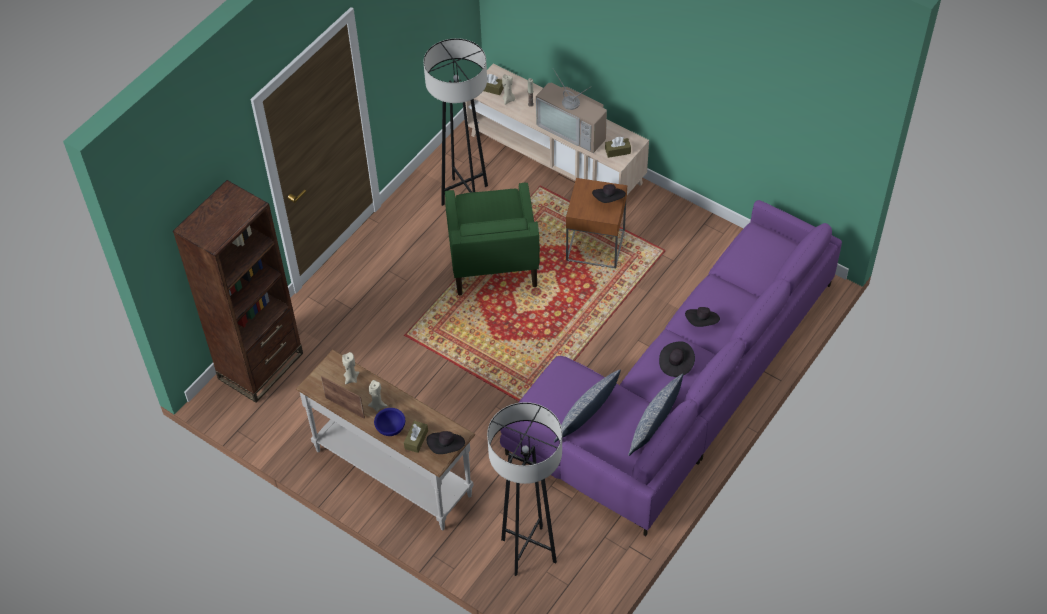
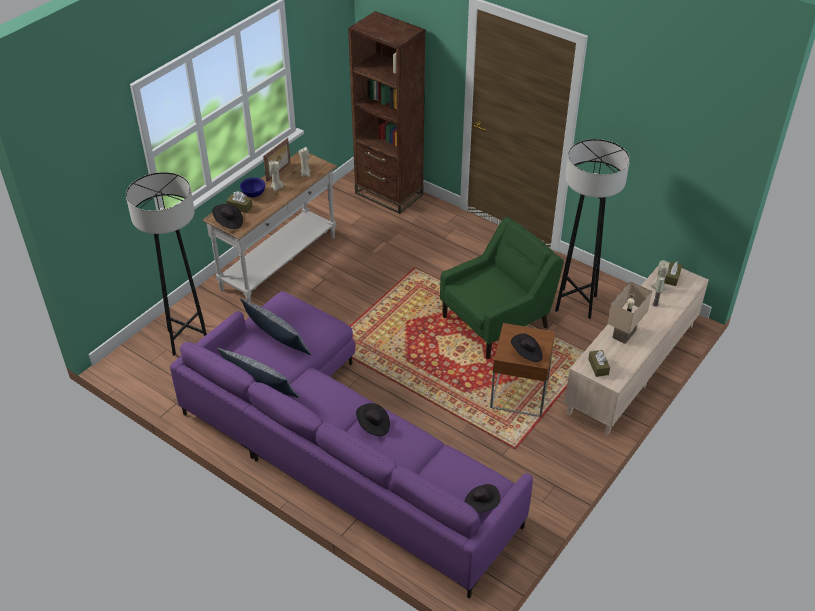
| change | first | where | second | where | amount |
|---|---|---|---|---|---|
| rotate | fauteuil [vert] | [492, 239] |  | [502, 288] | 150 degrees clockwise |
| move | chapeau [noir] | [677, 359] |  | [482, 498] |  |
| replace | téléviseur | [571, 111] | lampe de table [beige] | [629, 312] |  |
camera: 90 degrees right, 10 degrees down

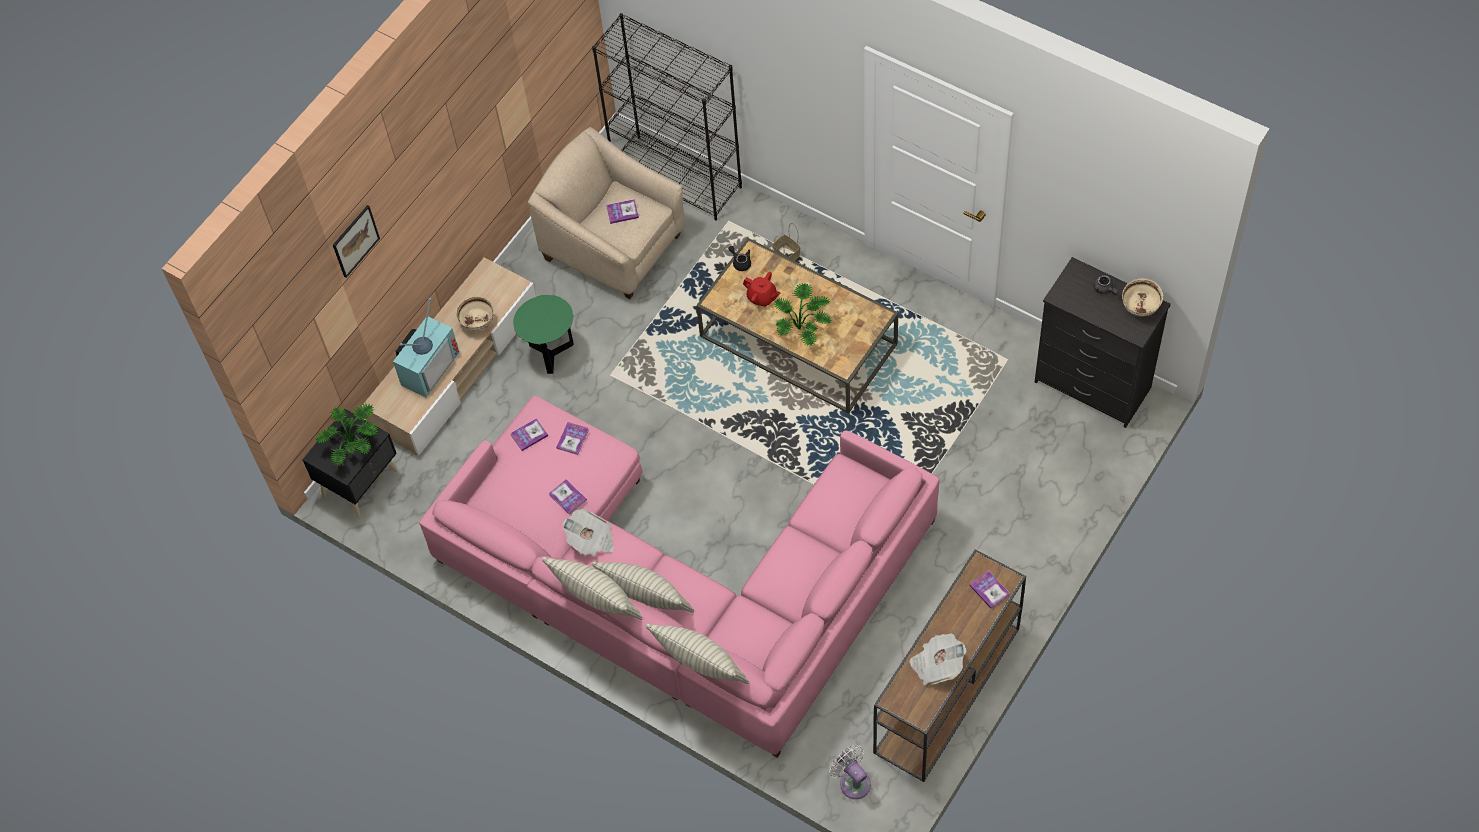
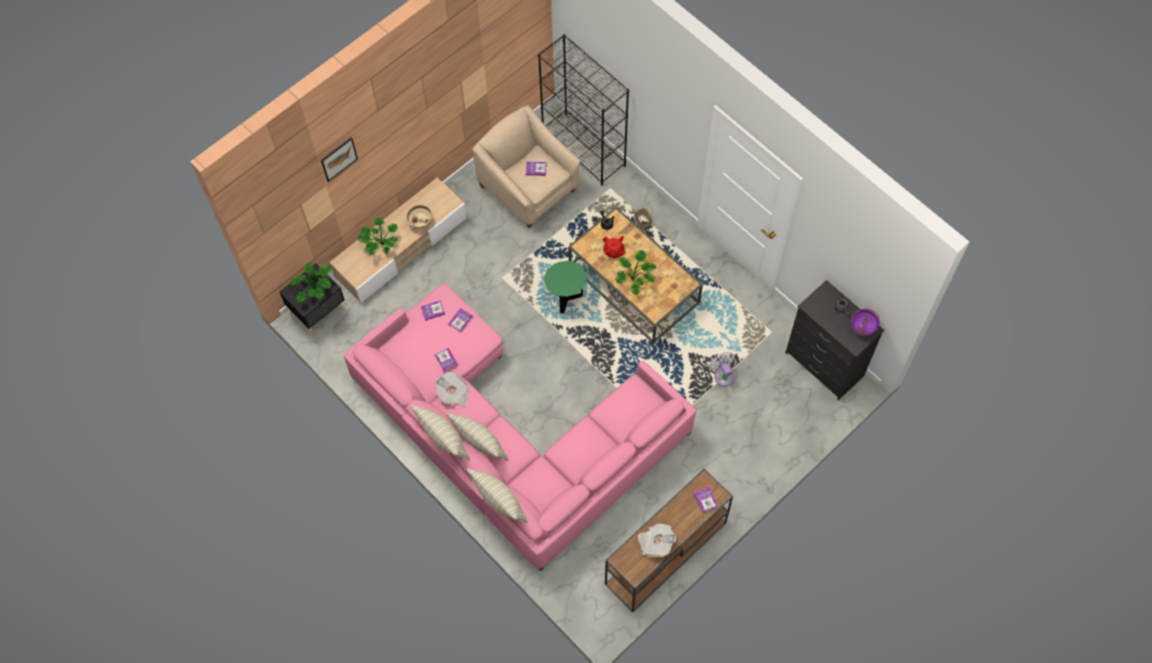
| change | first | where | second | where | amount |
|---|---|---|---|---|---|
| replace | téléviseur | [426, 347] | plante en pot | [377, 236] |  |
| move | table d'appoint [vert] | [543, 334] |  | [565, 287] |  |
| move | ventilateur [blanc] | [850, 772] |  | [721, 369] |  |
| recolor | bol [beige] | [1142, 297] | bol [violet] | [865, 322] |  |
camera: 10 degrees right, 5 degrees up

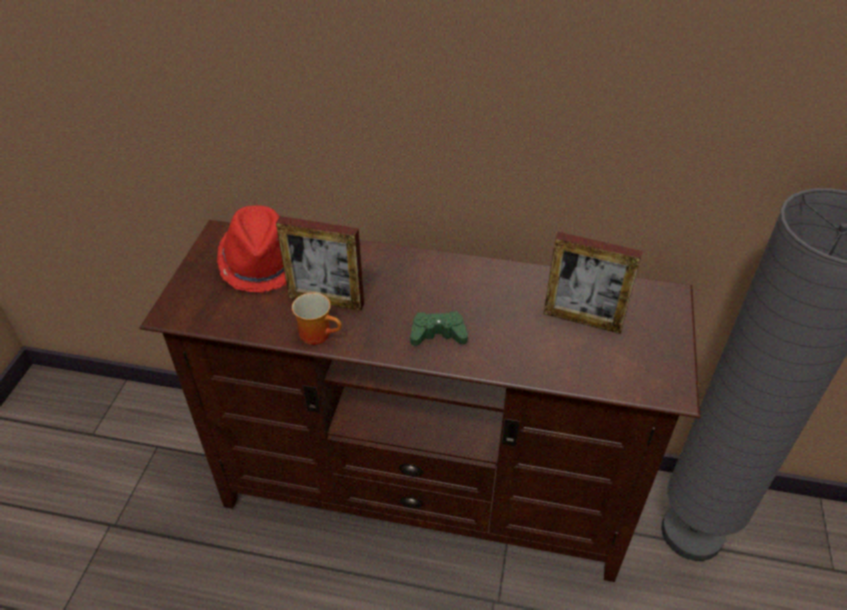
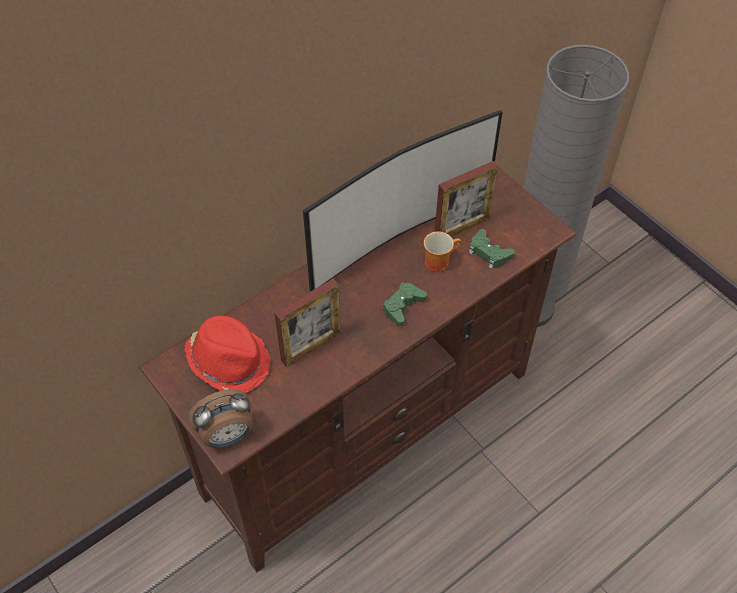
| change | first | where | second | where | amount |
|---|---|---|---|---|---|
| insert |  |  | réveil | [221, 418] |  |
| insert |  |  | téléviseur | [402, 200] |  |
| move | mug | [317, 319] |  | [442, 252] |  |
| insert |  |  | manette [vert] | [492, 249] |  |
camera: 50 degrees left, 10 degrees up

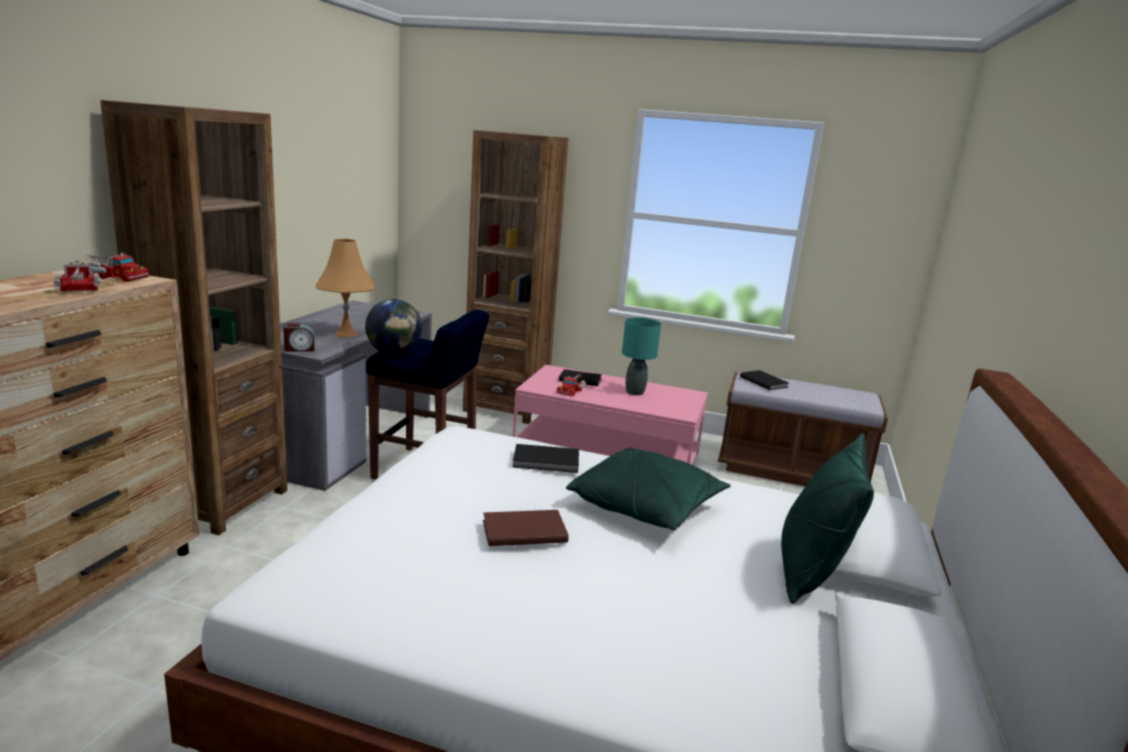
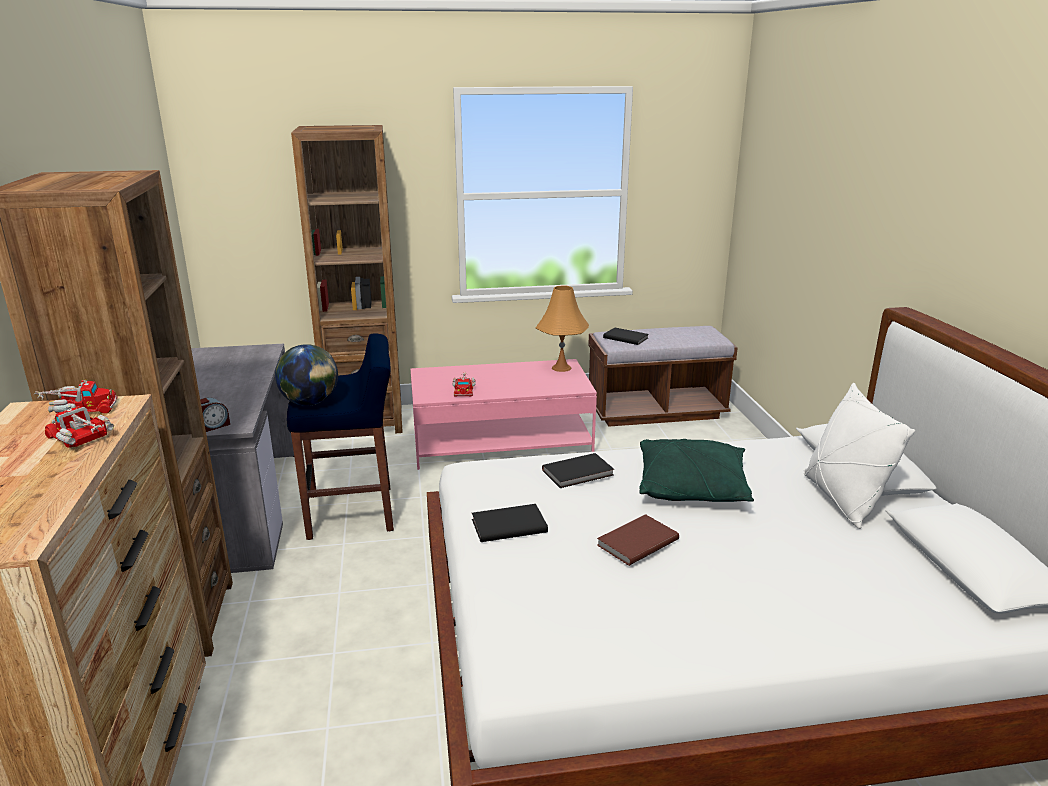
| change | first | where | second | where | amount |
|---|---|---|---|---|---|
| move | livre [noir] | [580, 377] |  | [510, 523] |  |
| move | lampe de table [orange] | [345, 288] |  | [562, 329] |  |
| recolor | coussin [vert] | [827, 518] | coussin [blanc] | [859, 456] |  |
| delete | lampe de table [turquoise] | [641, 356] |  |  |  |
camera: 25 degrees left, 5 degrees up

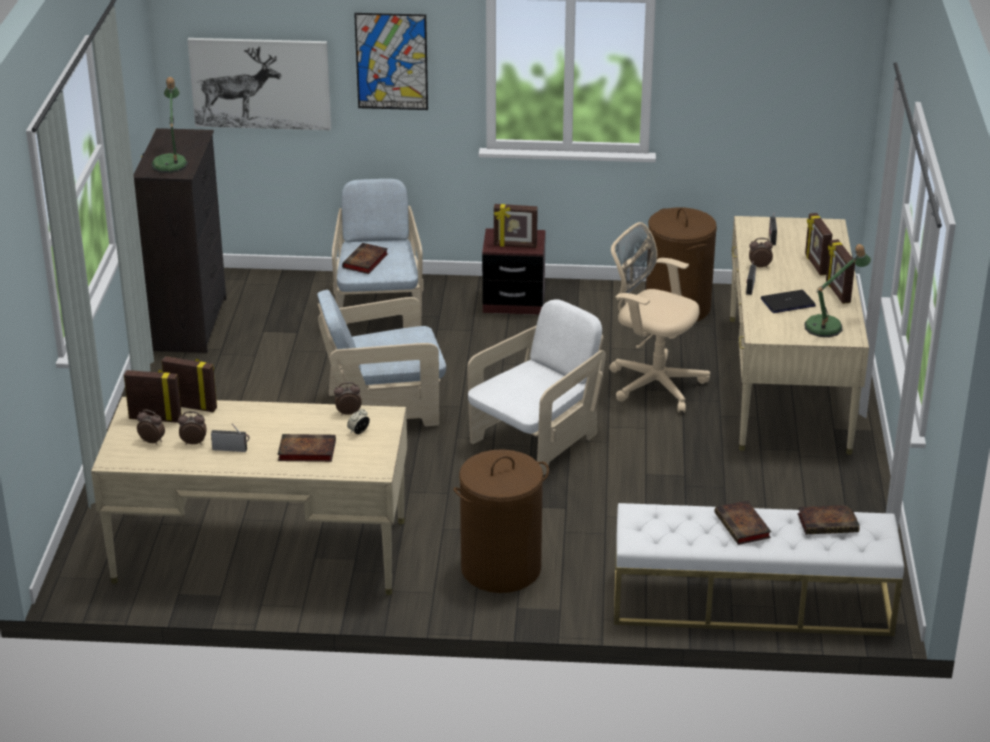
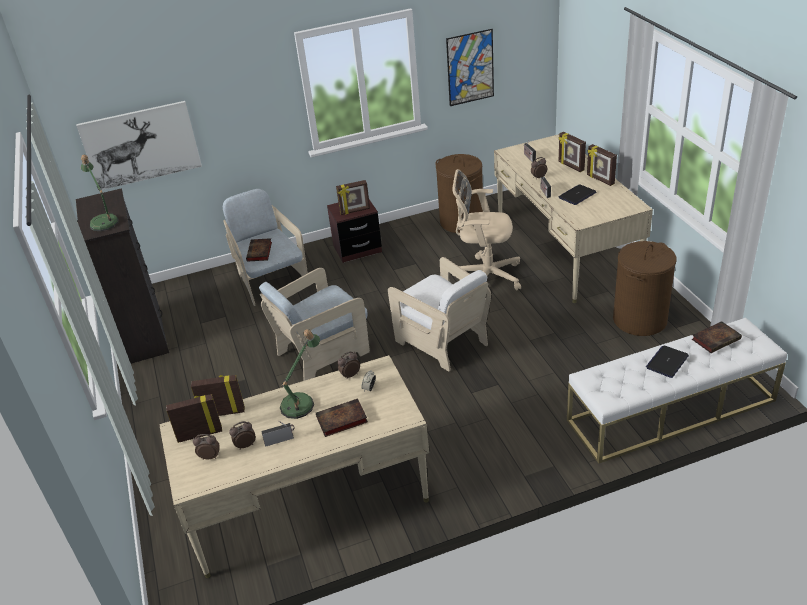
| change | first | where | second | where | amount |
|---|---|---|---|---|---|
| move | lampe de table | [837, 290] |  | [300, 374] |  |
| rotate | fauteuil [blanc] | [536, 387] |  | [439, 314] | 120 degrees clockwise |
| move | tableau | [391, 61] |  | [470, 67] |  |
| move | panier à linge [marron] | [501, 521] |  | [645, 288] |  |
| replace | livre | [742, 522] | ordinateur portable | [667, 361] |  |
camera: 20 degrees left, 5 degrees up

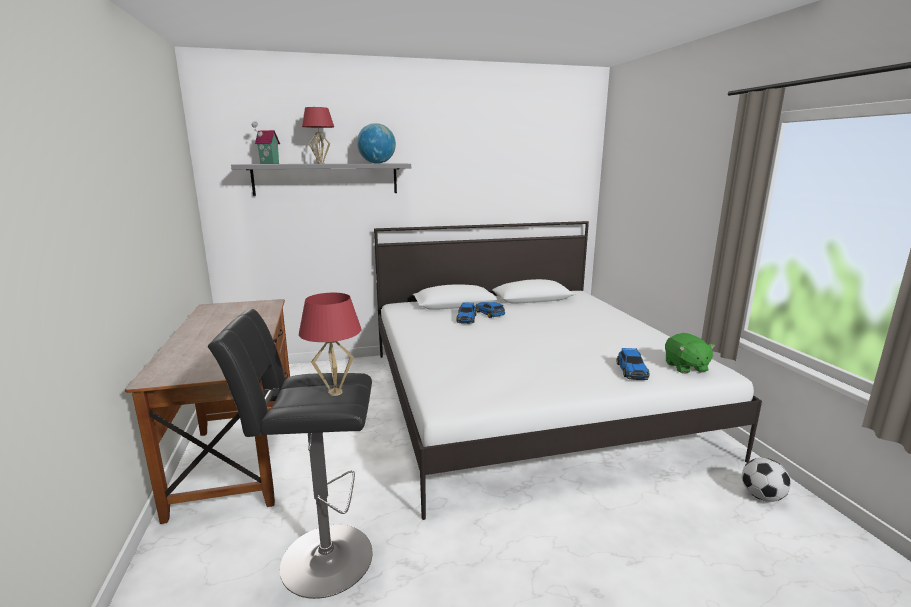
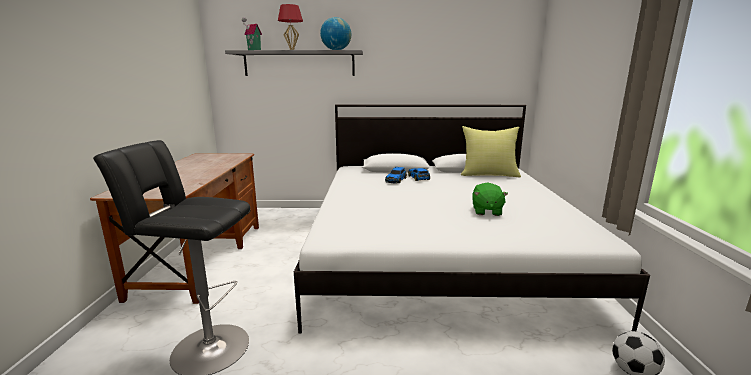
| change | first | where | second | where | amount |
|---|---|---|---|---|---|
| insert |  |  | coussin [jaune] | [491, 151] |  |
| move | peluche [vert] | [690, 353] |  | [490, 199] |  |
| delete | lampe de table [rouge] | [330, 344] |  |  |  |
| delete | petite voiture | [633, 364] |  |  |  |
camera: 15 degrees right, 0 degrees up

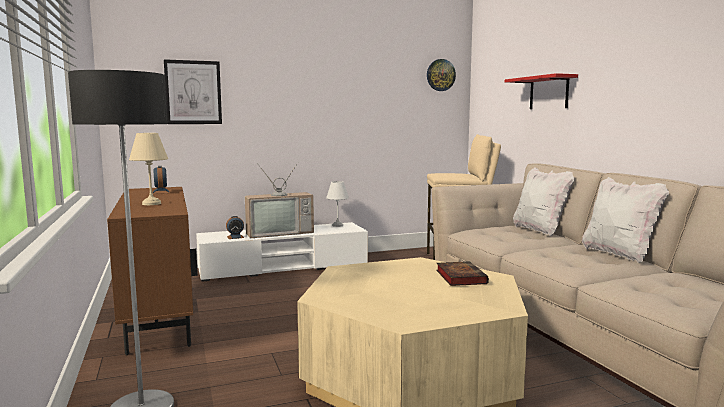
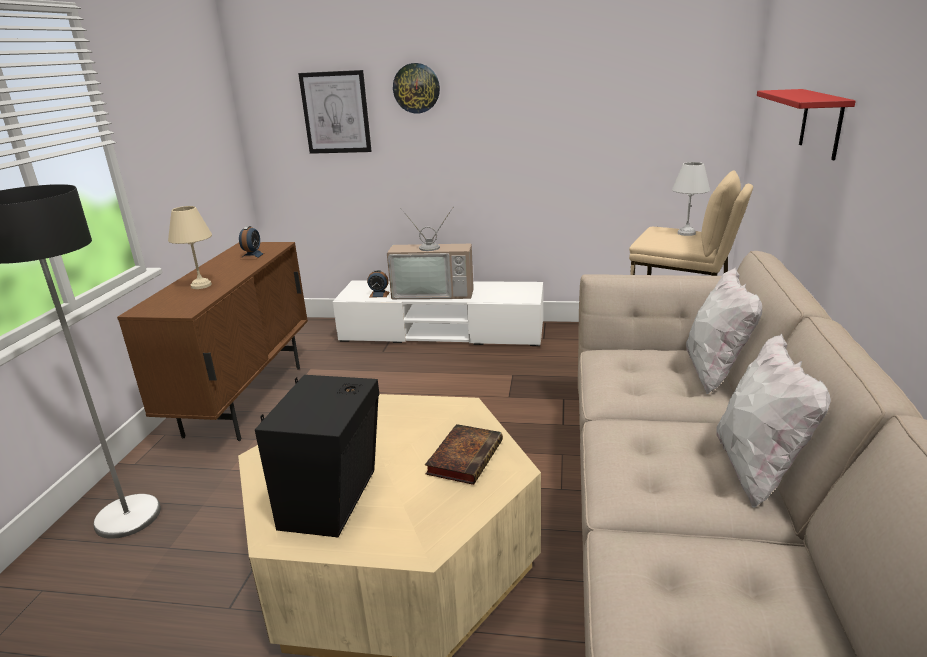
| change | first | where | second | where | amount |
|---|---|---|---|---|---|
| insert |  |  | enceinte [noir] | [317, 456] |  |
| move | horloge murale | [441, 75] |  | [416, 88] |  |
| move | lampe de table [blanc] | [337, 204] |  | [691, 199] |  |
camera: 30 degrees right, 15 degrees up

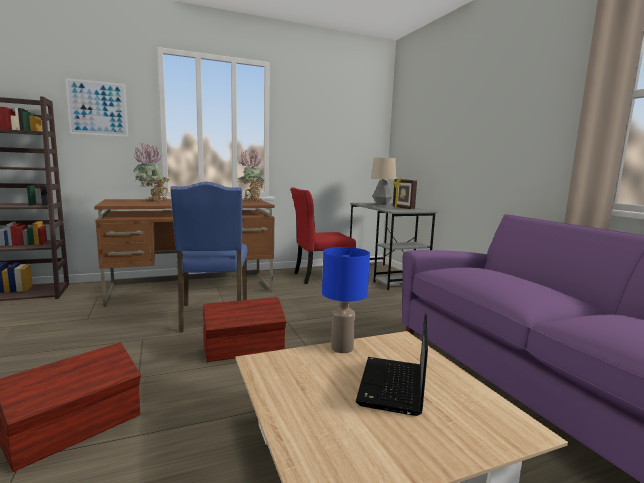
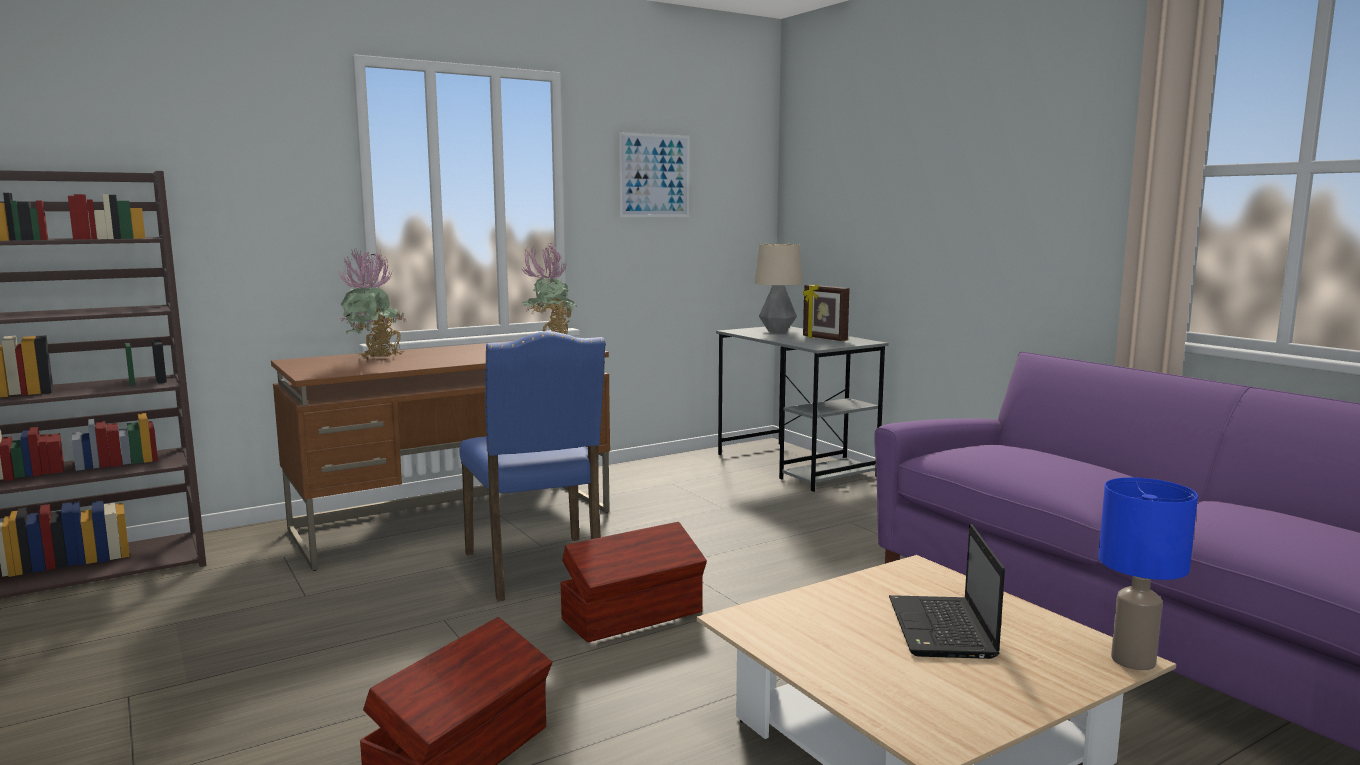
| change | first | where | second | where | amount |
|---|---|---|---|---|---|
| move | tableau | [96, 107] |  | [654, 174] |  |
| move | lampe de table [bleu] | [346, 300] |  | [1148, 573] |  |
| delete | chaise [rouge] | [323, 235] |  |  |  |
camera: 10 degrees left, 0 degrees up

